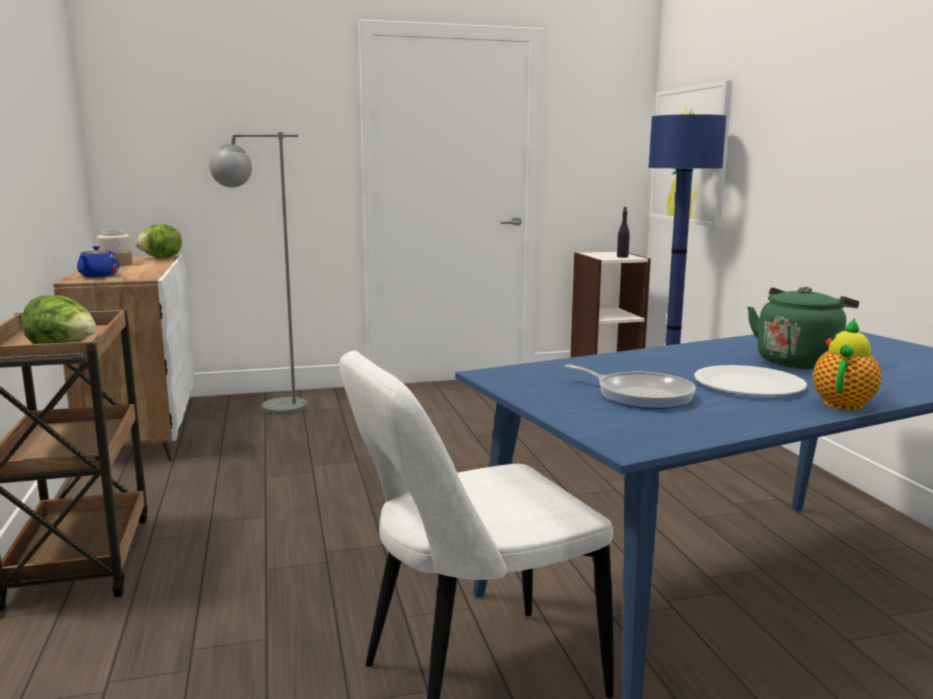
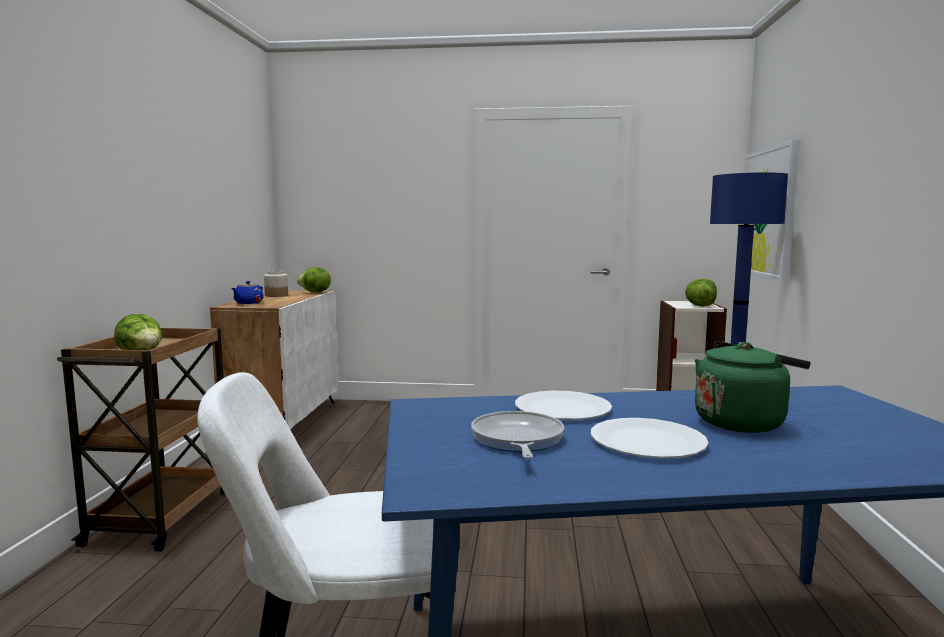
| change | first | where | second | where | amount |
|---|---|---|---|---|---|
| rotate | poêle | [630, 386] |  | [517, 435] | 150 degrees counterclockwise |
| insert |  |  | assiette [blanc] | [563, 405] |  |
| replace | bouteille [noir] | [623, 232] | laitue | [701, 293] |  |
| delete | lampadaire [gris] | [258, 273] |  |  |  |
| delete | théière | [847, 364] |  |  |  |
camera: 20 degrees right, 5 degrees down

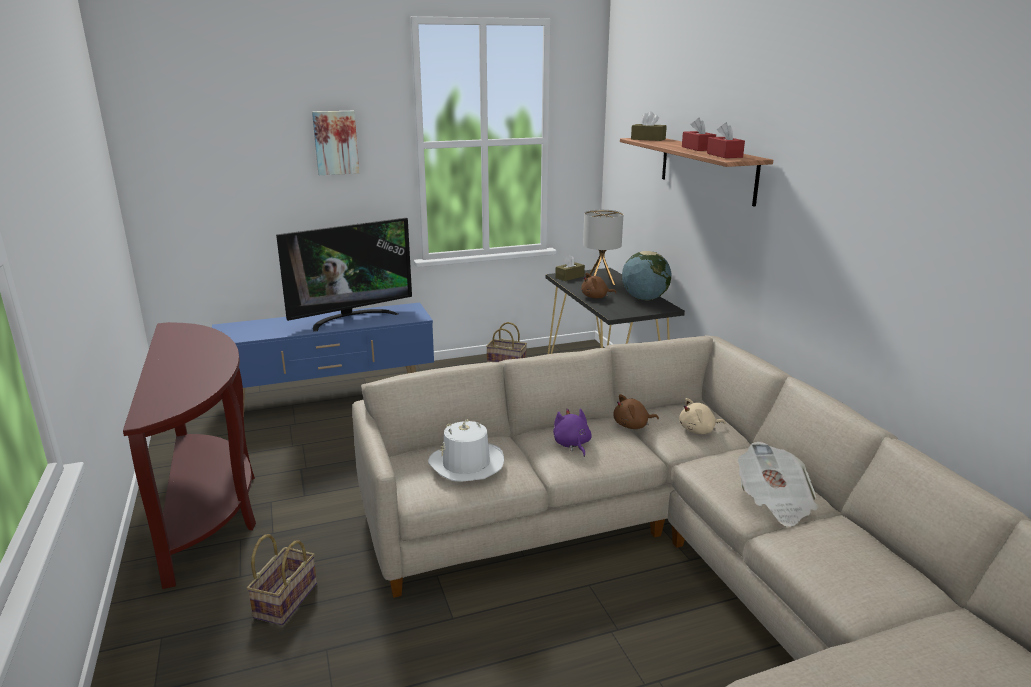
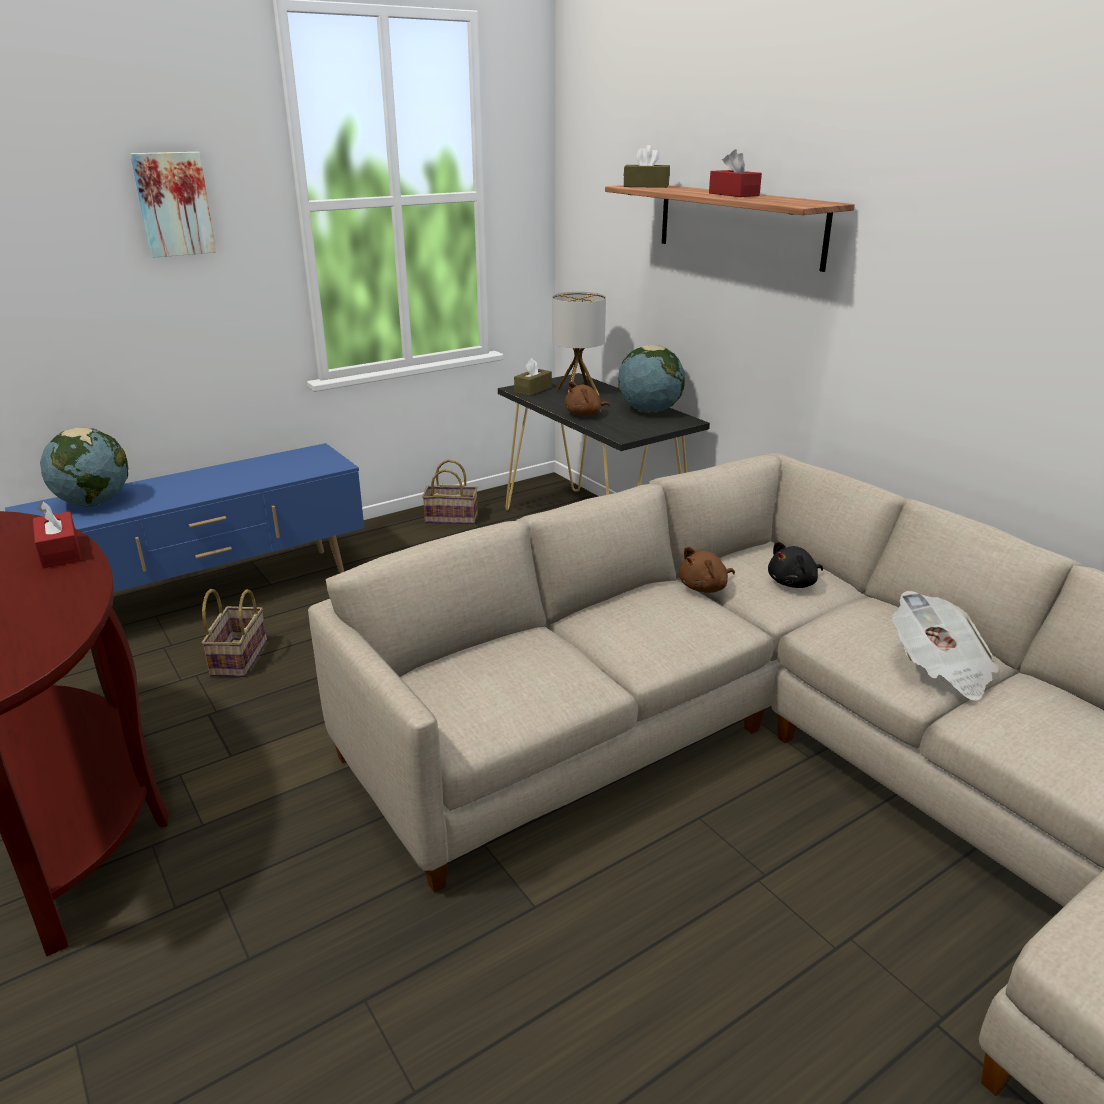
| change | first | where | second | where | amount |
|---|---|---|---|---|---|
| move | boîte à mouchoirs [rouge] | [726, 140] |  | [57, 534] |  |
| insert |  |  | globe | [84, 467] |  |
| move | panier | [282, 579] |  | [234, 633] |  |
| recolor | peluche [beige] | [702, 416] | peluche [noir] | [795, 565] |  |
| delete | téléviseur | [344, 275] |  |  |  |
| delete | chapeau [blanc] | [466, 450] |  |  |  |
| delete | peluche [violet] | [572, 432] |  |  |  |
camera: 15 degrees left, 5 degrees up

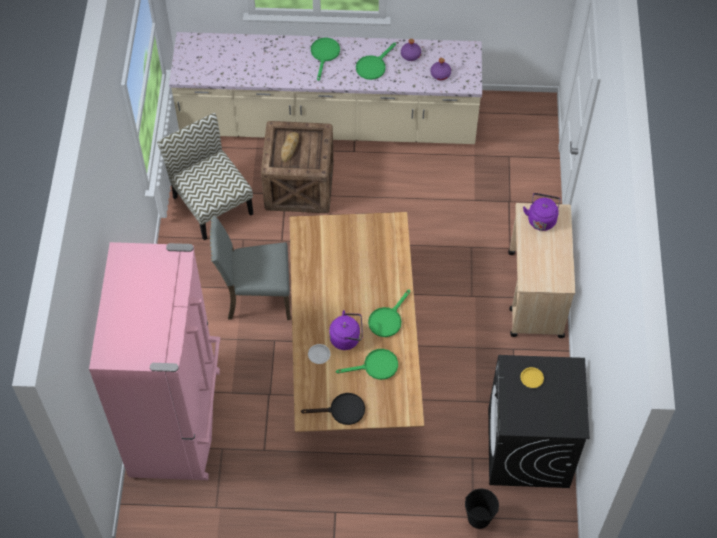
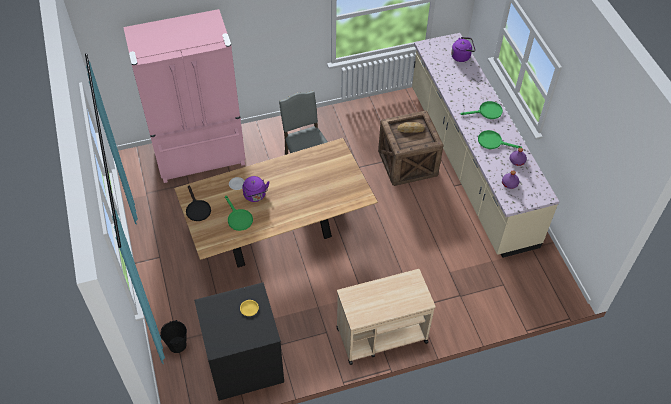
| change | first | where | second | where | amount |
|---|---|---|---|---|---|
| move | bouilloire [violet] | [542, 212] |  | [463, 49] |  |
| delete | chaise | [205, 176] |  |  |  |
| delete | poêle [vert] | [389, 313] |  |  |  |
camera: 70 degrees right, 5 degrees down

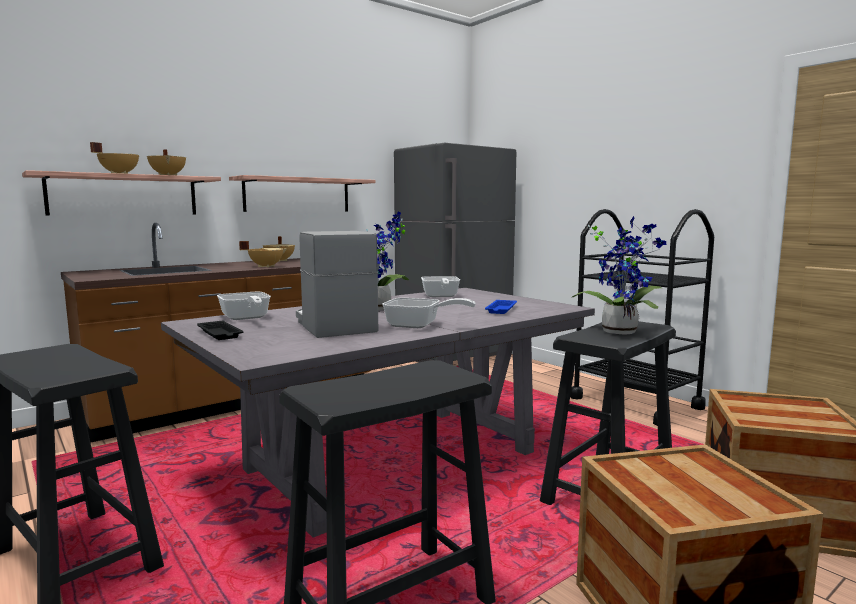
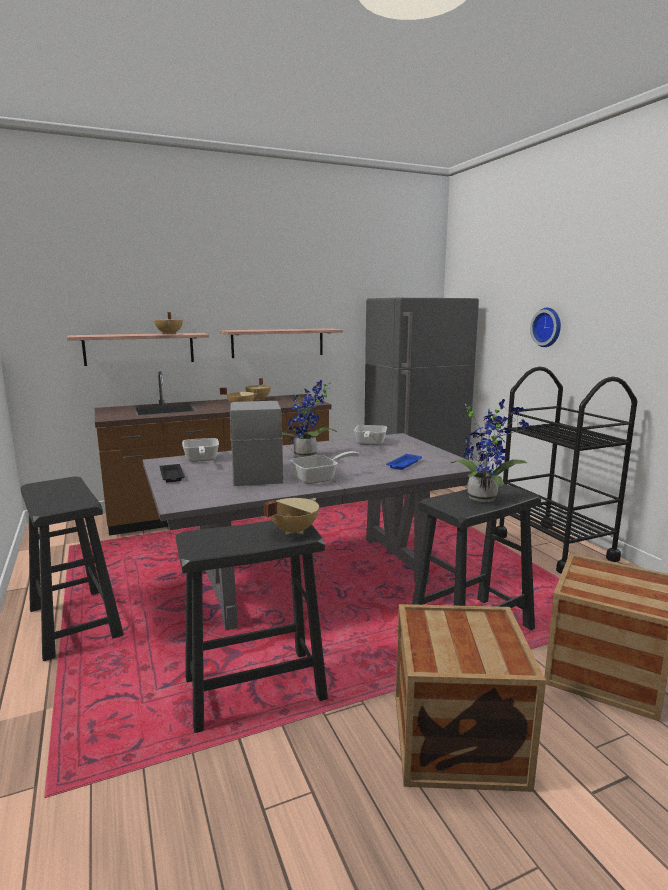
| change | first | where | second | where | amount |
|---|---|---|---|---|---|
| move | marmite [beige] | [115, 158] |  | [291, 516] |  |
| rotate | poêle | [429, 313] |  | [325, 467] | 60 degrees counterclockwise |
| insert |  |  | horloge murale | [545, 327] |  |
camera: 15 degrees right, 5 degrees up

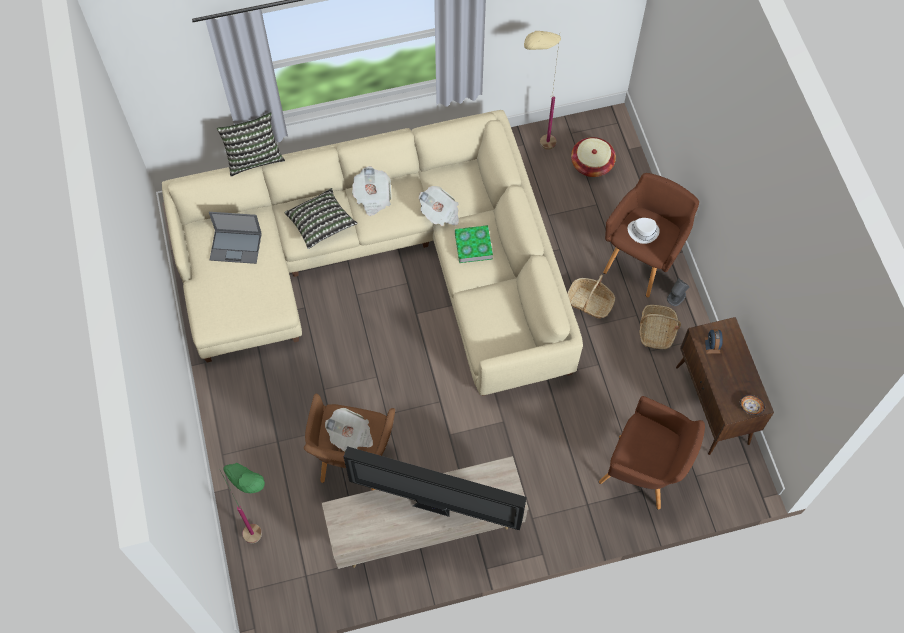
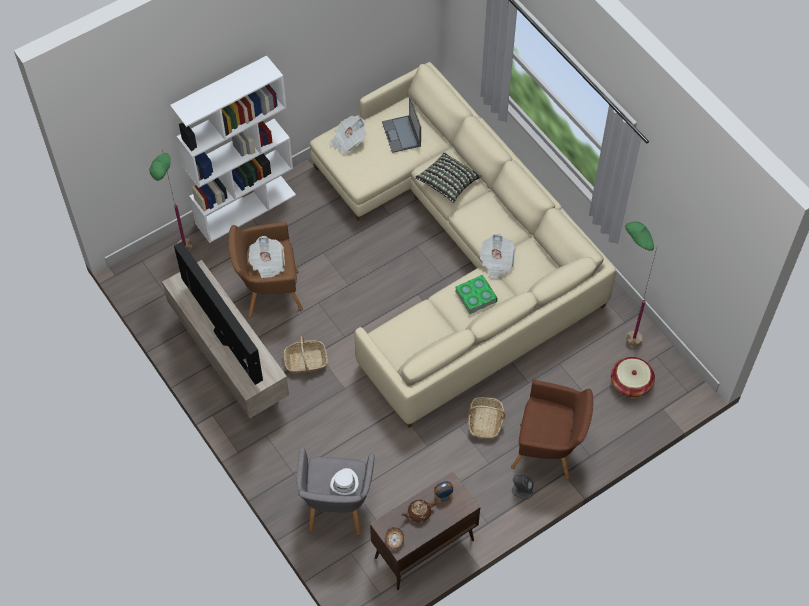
| change | first | where | second | where | amount |
|---|---|---|---|---|---|
| insert |  |  | bibliothèque [blanc] | [233, 149] |  |
| rotate | téléviseur | [435, 488] |  | [218, 313] | 150 degrees clockwise |
| move | panier | [660, 327] |  | [305, 354] |  |
| recolor | fauteuil [marron] | [652, 453] | fauteuil [gris] | [335, 491] |  |
| move | journal | [372, 191] |  | [347, 135] |  |
| move | chapeau [blanc] | [644, 231] |  | [344, 481] |  |
| insert |  |  | théière [marron] | [418, 511] |  |
| recolor | lampadaire [beige] | [542, 90] | lampadaire [vert] | [641, 283] |  |
| delete | coussin | [251, 144] |  |  |  |
camera: 70 degrees right, 5 degrees down

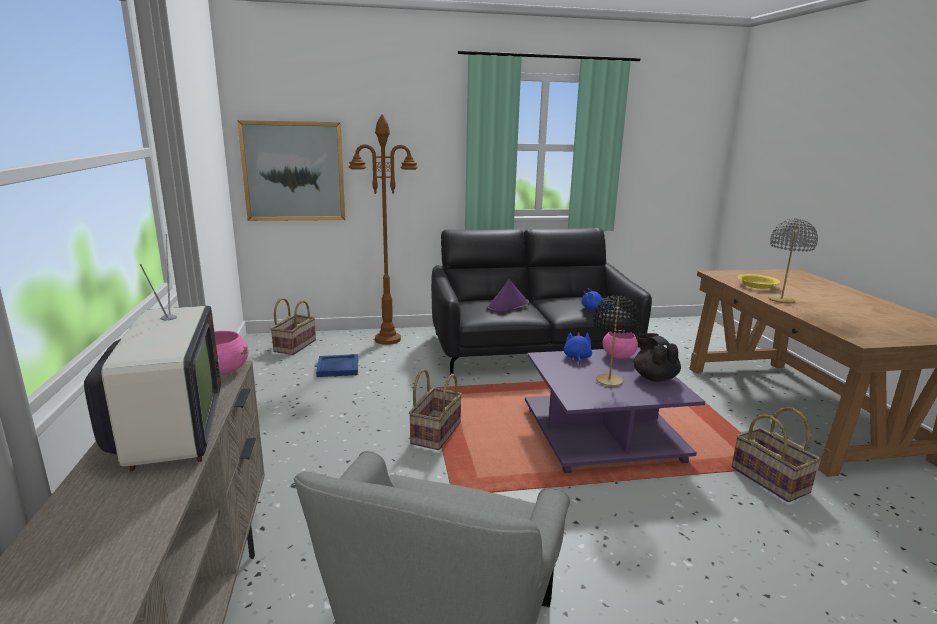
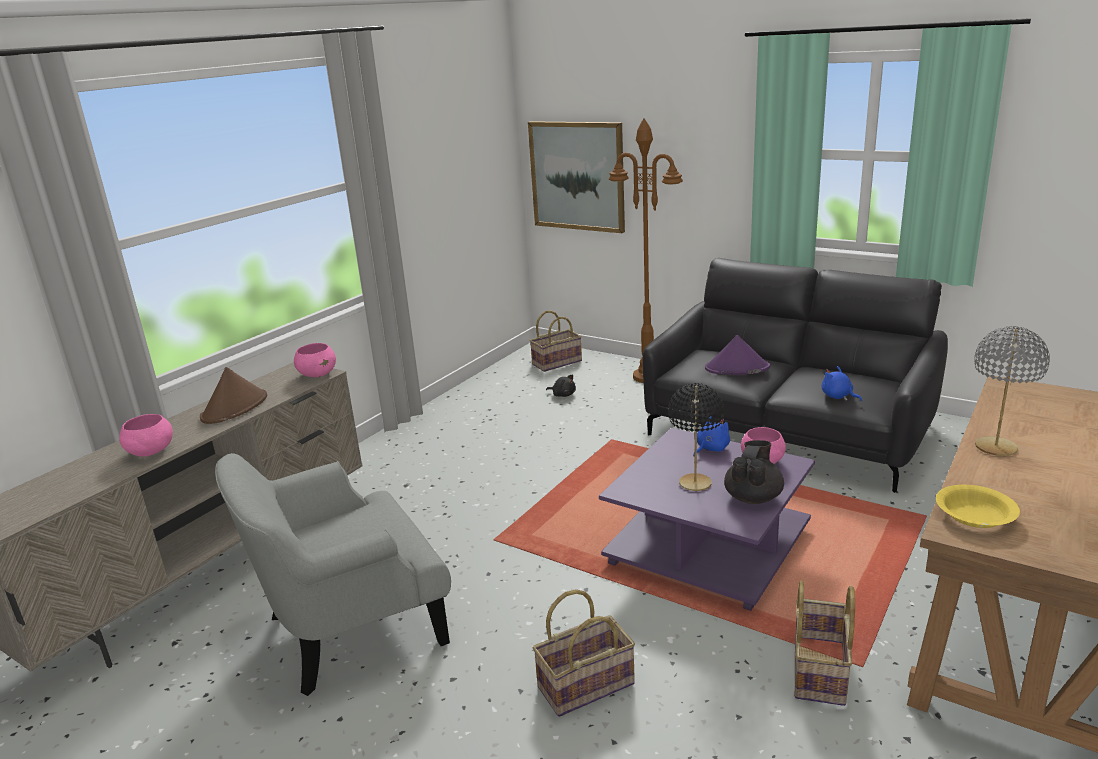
| change | first | where | second | where | amount |
|---|---|---|---|---|---|
| insert |  |  | bol [rose] | [146, 435] |  |
| replace | téléviseur | [152, 352] | chapeau [marron] | [233, 395] |  |
| move | panier | [435, 409] |  | [584, 653] |  |
| replace | plateau [bleu] | [337, 365] | peluche [noir] | [561, 385] |  |
| move | bol [jaune] | [758, 281] |  | [978, 506] |  |
camera: 45 degrees right, 5 degrees up

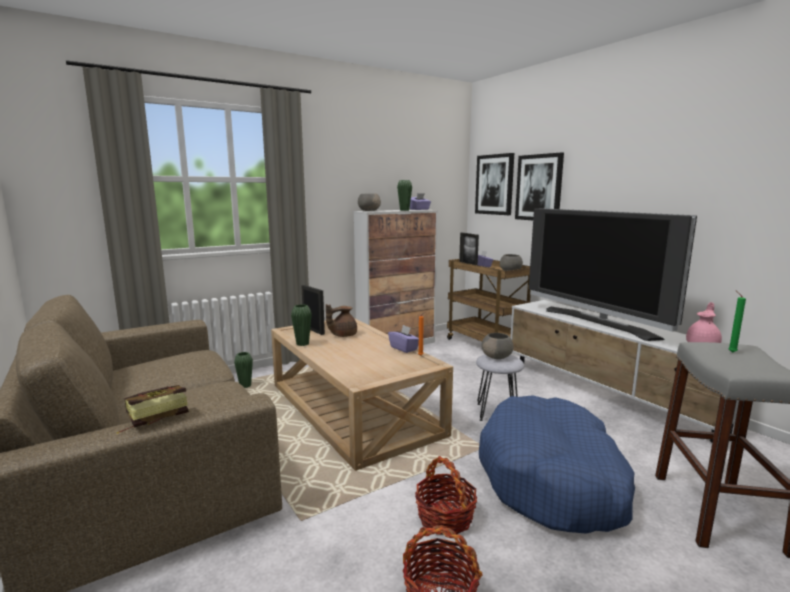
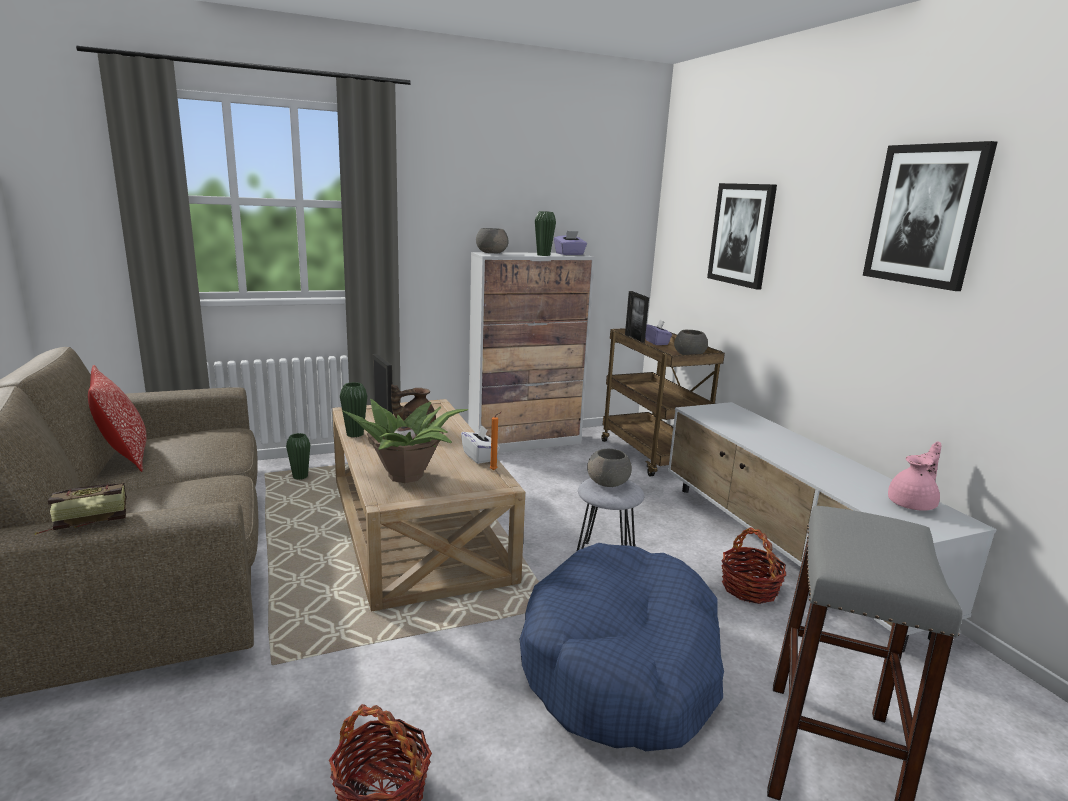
| change | first | where | second | where | amount |
|---|---|---|---|---|---|
| insert |  |  | coussin | [117, 418] |  |
| insert |  |  | plante en pot | [405, 441] |  |
| recolor | boîte à mouchoirs [violet] | [403, 339] | boîte à mouchoirs [blanc] | [480, 444] |  |
| move | panier | [446, 495] |  | [753, 565] |  |
| move | tableau | [494, 184] |  | [930, 216] |  |
| delete | téléviseur | [613, 274] |  |  |  |
| delete | bougie [vert] | [737, 322] |  |  |  |
camera: 10 degrees right, 5 degrees up

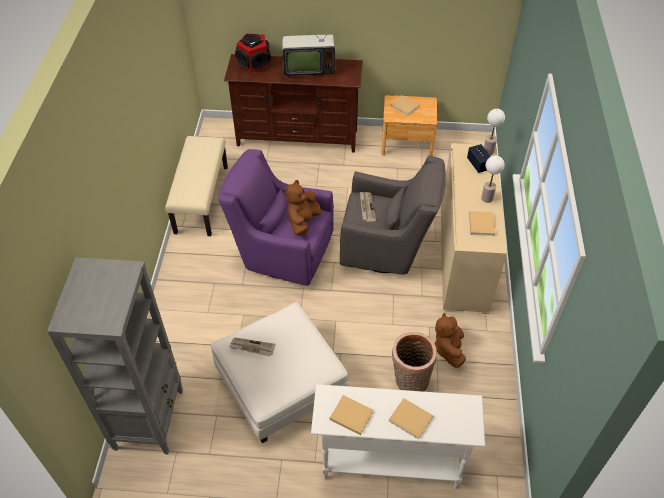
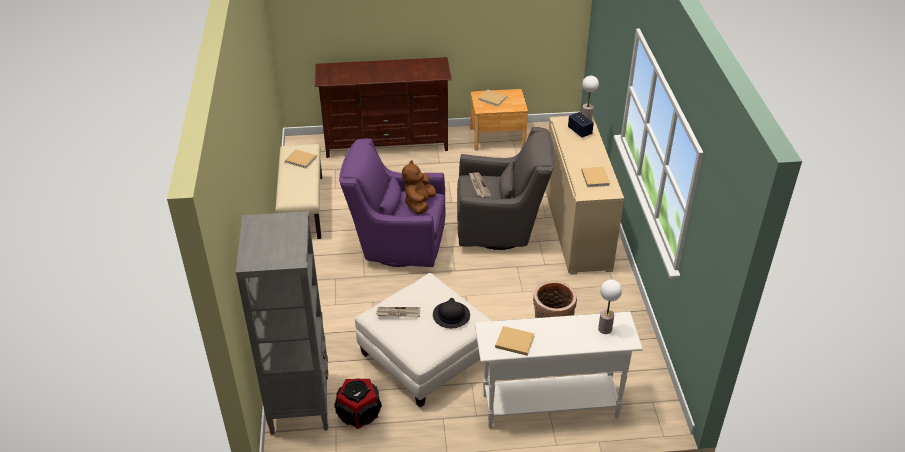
| change | first | where | second | where | amount |
|---|---|---|---|---|---|
| move | livre [beige] | [411, 419] |  | [301, 159] |  |
| move | enceinte | [253, 52] |  | [358, 403] |  |
| insert |  |  | chapeau [noir] | [451, 313] |  |
| move | lampe de table | [493, 179] |  | [610, 307] |  |
| delete | téléviseur | [309, 47] |  |  |  |
| delete | peluche [marron] | [450, 340] |  |  |  |
camera: 10 degrees left, 10 degrees down

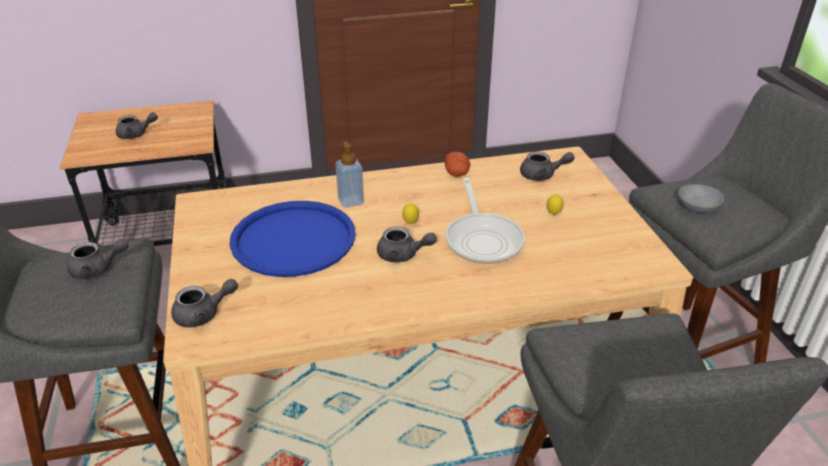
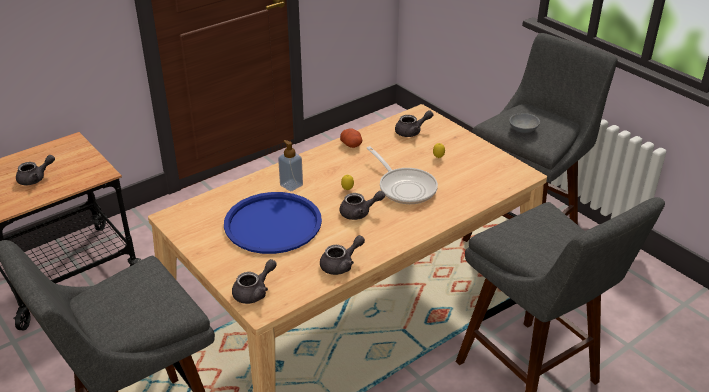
| change | first | where | second | where | amount |
|---|---|---|---|---|---|
| move | théière [gris] | [98, 259] |  | [342, 255] |  |
camera: 25 degrees left, 0 degrees up

